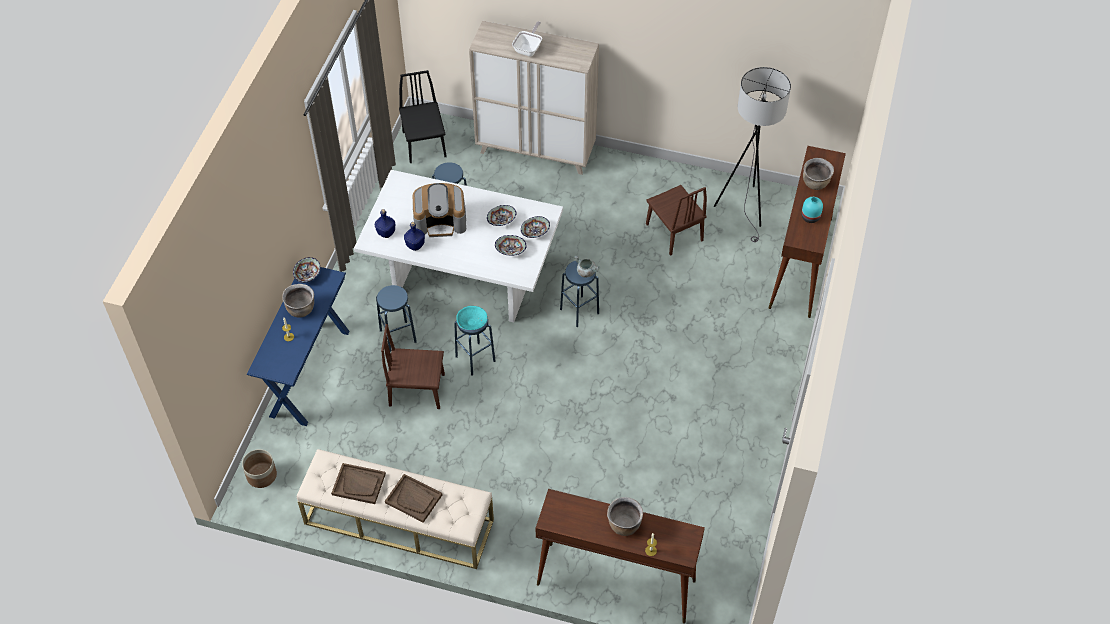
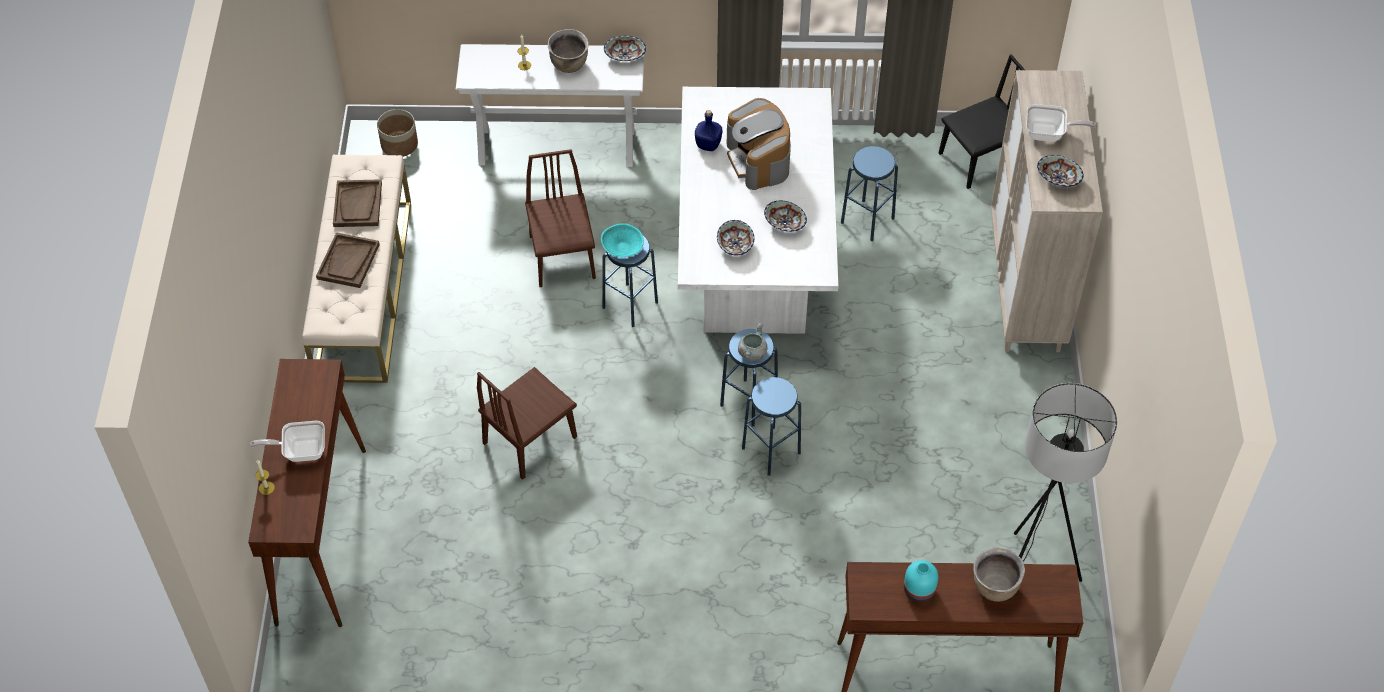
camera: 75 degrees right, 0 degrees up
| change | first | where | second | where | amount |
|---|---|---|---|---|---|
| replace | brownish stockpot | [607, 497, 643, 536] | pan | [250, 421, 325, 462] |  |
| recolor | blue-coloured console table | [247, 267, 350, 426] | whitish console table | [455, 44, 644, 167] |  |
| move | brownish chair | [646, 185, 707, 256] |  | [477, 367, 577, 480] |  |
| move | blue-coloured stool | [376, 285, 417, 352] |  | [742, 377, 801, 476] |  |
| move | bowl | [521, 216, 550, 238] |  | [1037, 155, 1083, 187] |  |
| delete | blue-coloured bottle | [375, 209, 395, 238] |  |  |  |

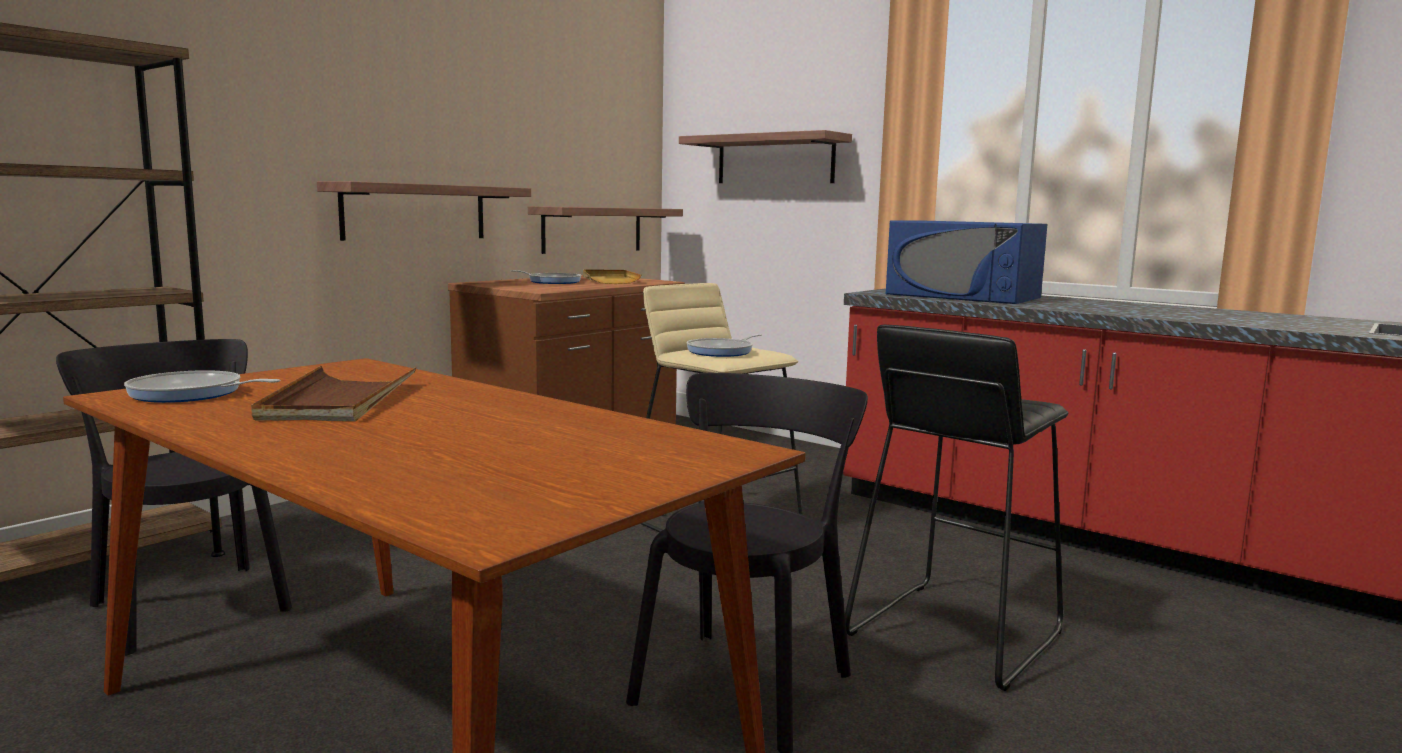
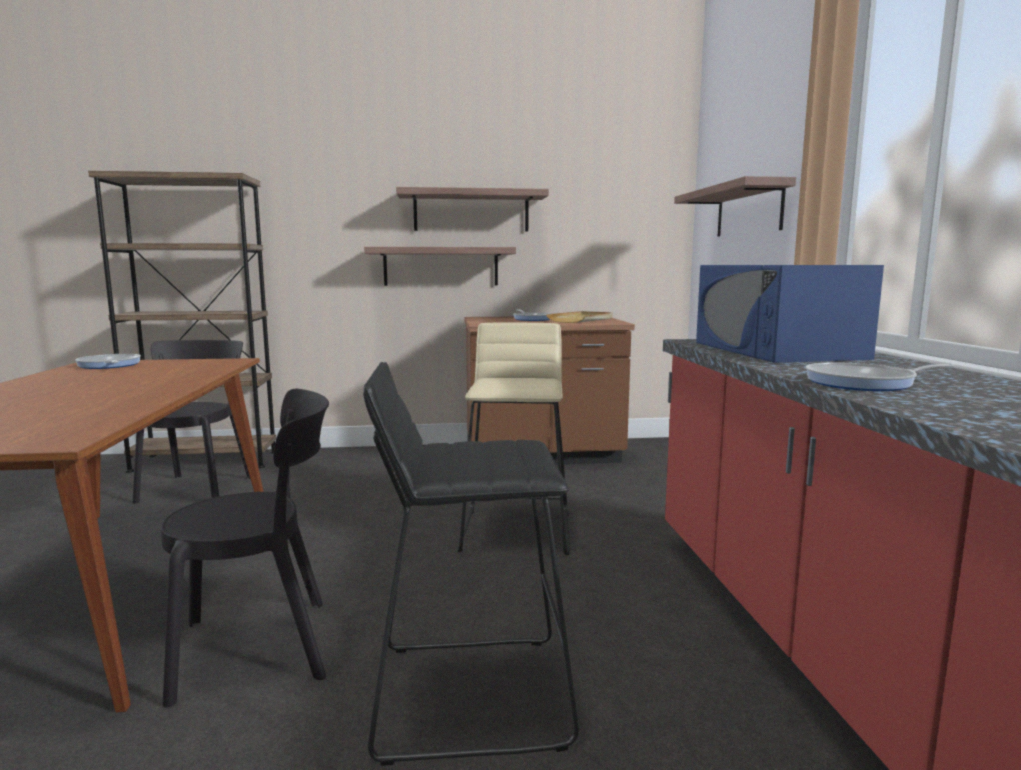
camera: 45 degrees right, 0 degrees up
| change | first | where | second | where | amount |
|---|---|---|---|---|---|
| move | bracket shelf | [528, 206, 683, 254] |  | [396, 187, 549, 232] |  |
| move | pan | [686, 334, 762, 357] |  | [806, 362, 955, 391] |  |
| delete | brownish serving tray | [251, 366, 417, 422] |  |  |  |

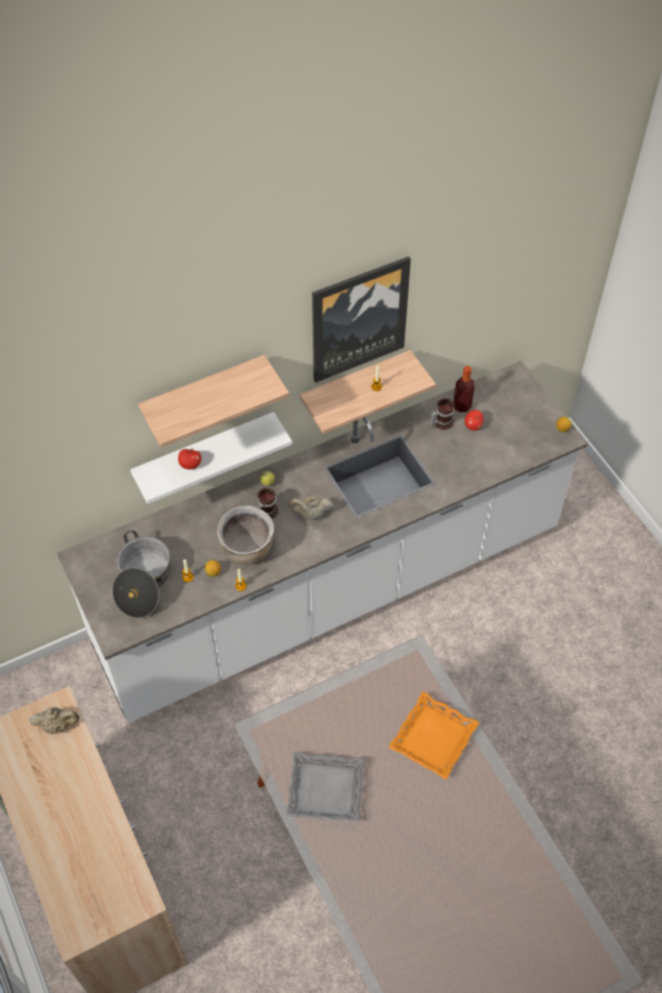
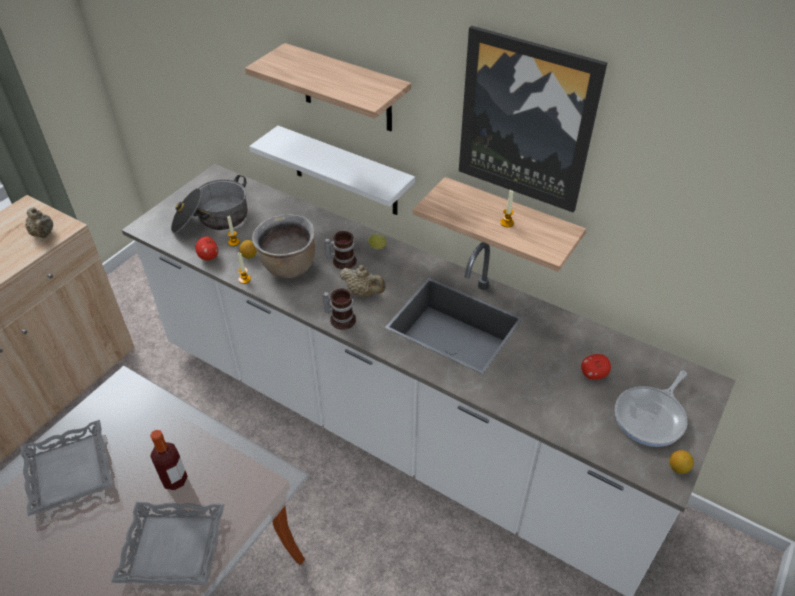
camera: 60 degrees right, 10 degrees down
| change | first | where | second | where | amount |
|---|---|---|---|---|---|
| recolor | orange serving tray | [389, 692, 480, 780] | gray serving tray | [111, 502, 224, 585] |  |
| move | bottle | [453, 366, 475, 413] |  | [150, 430, 188, 490] |  |
| move | whole apple | [178, 448, 202, 469] |  | [195, 236, 218, 261] |  |
| move | mug | [430, 398, 454, 430] |  | [323, 288, 356, 330] |  |
| rotate | beige teapot | [289, 497, 333, 520] |  | [340, 265, 386, 297] | 150 degrees clockwise |
| insert |  |  | pan | [615, 371, 687, 447] |  |

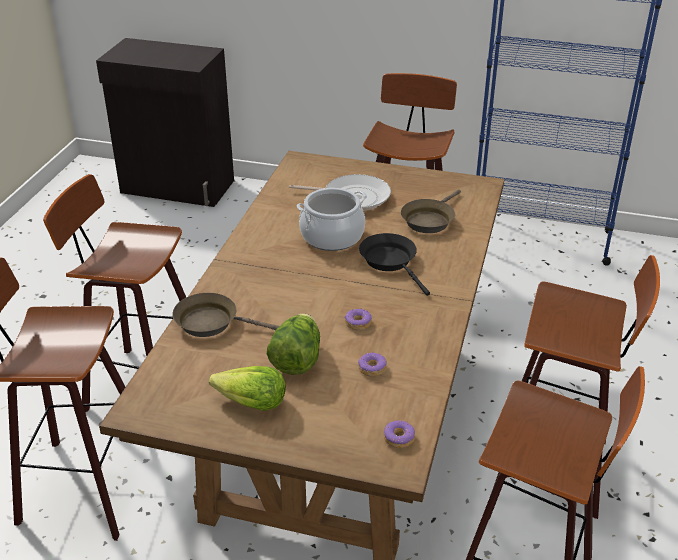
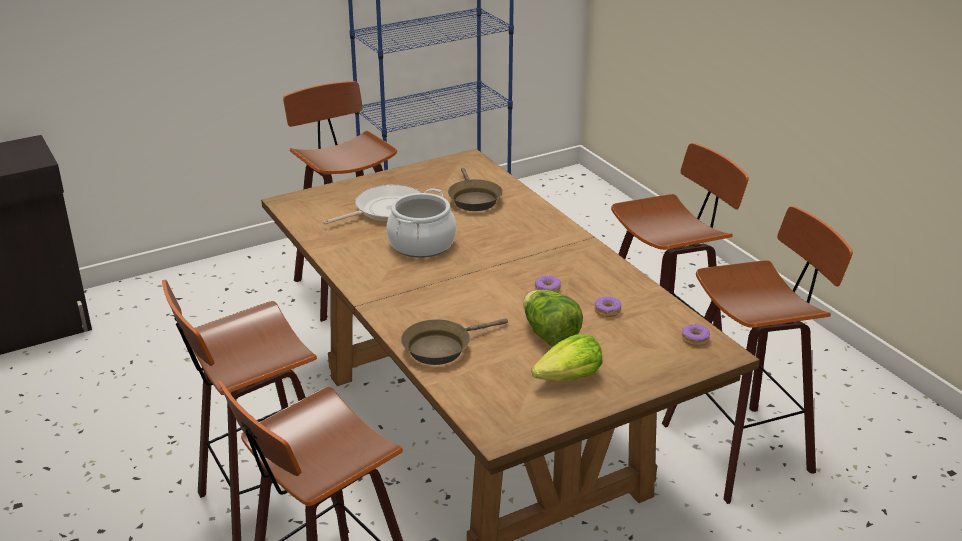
camera: 45 degrees left, 5 degrees down
| change | first | where | second | where | amount |
|---|---|---|---|---|---|
| delete | blackish pan | [359, 233, 430, 296] |  |  |  |

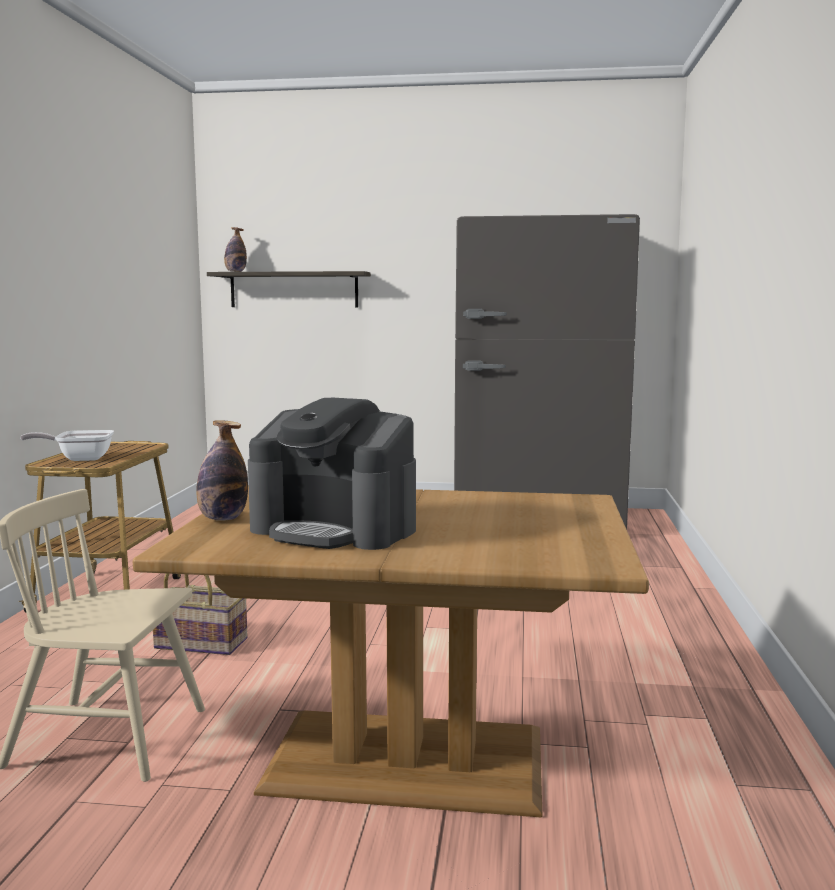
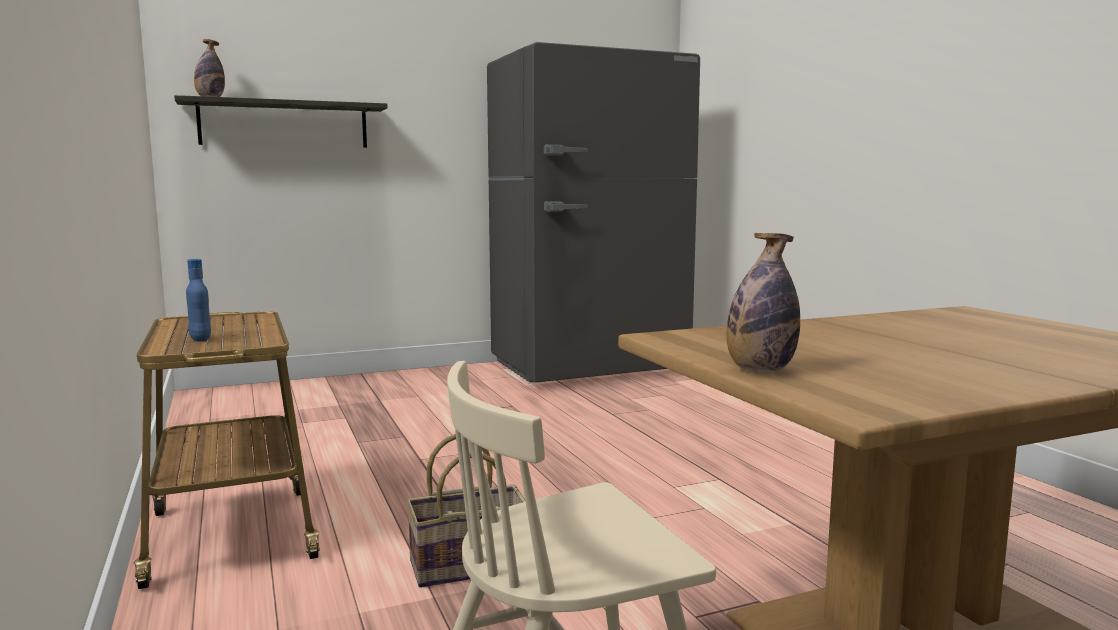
camera: 30 degrees left, 0 degrees up
| change | first | where | second | where | amount |
|---|---|---|---|---|---|
| replace | pan | [20, 430, 114, 461] | blue-coloured bottle | [186, 259, 211, 342] |  |
| delete | coffee machine | [248, 398, 416, 550] |  |  |  |

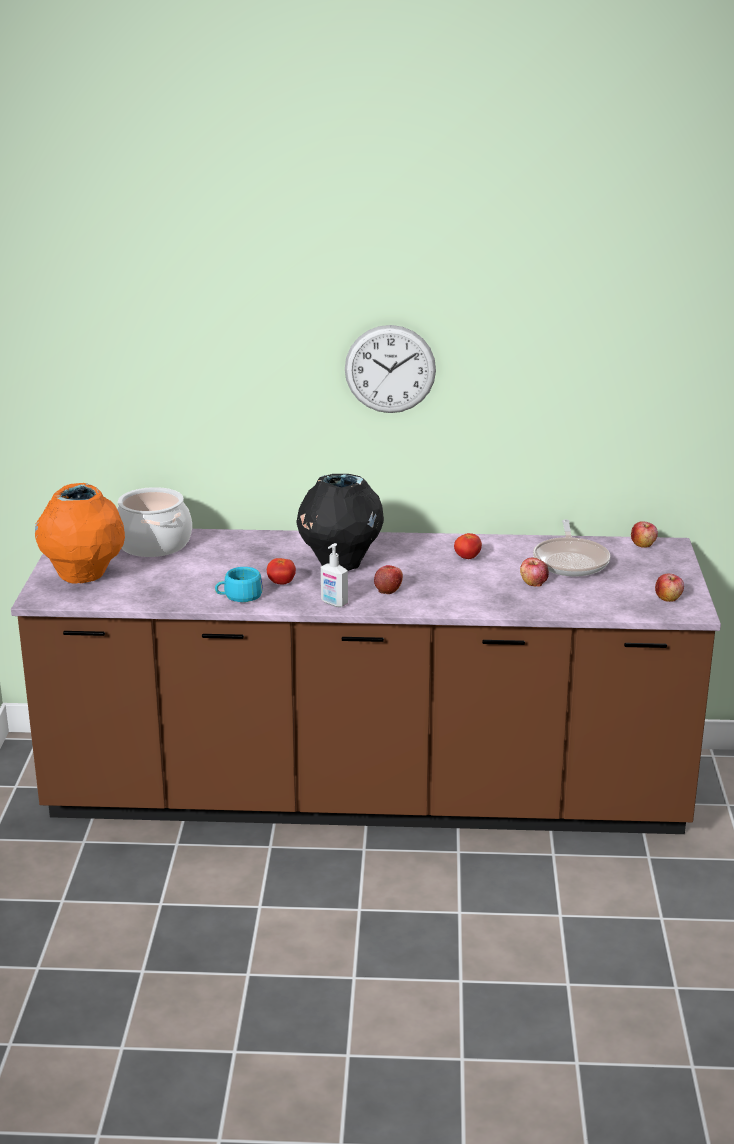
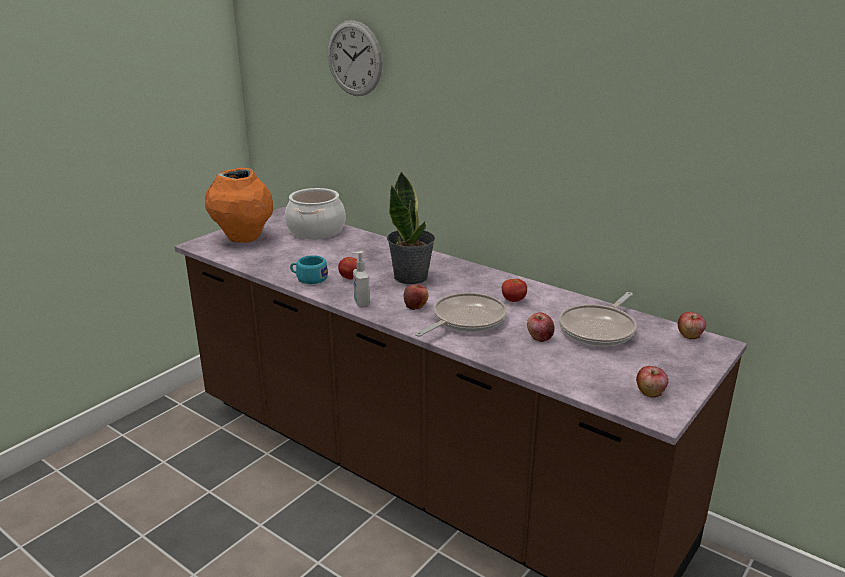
camera: 35 degrees right, 0 degrees up
| change | first | where | second | where | amount |
|---|---|---|---|---|---|
| move | hanging clock | [345, 325, 436, 413] |  | [328, 20, 383, 96] |  |
| replace | blackish decorative vase | [296, 474, 384, 571] | houseplant | [387, 171, 435, 284] |  |
| insert |  |  | pan | [415, 292, 507, 337] |  |

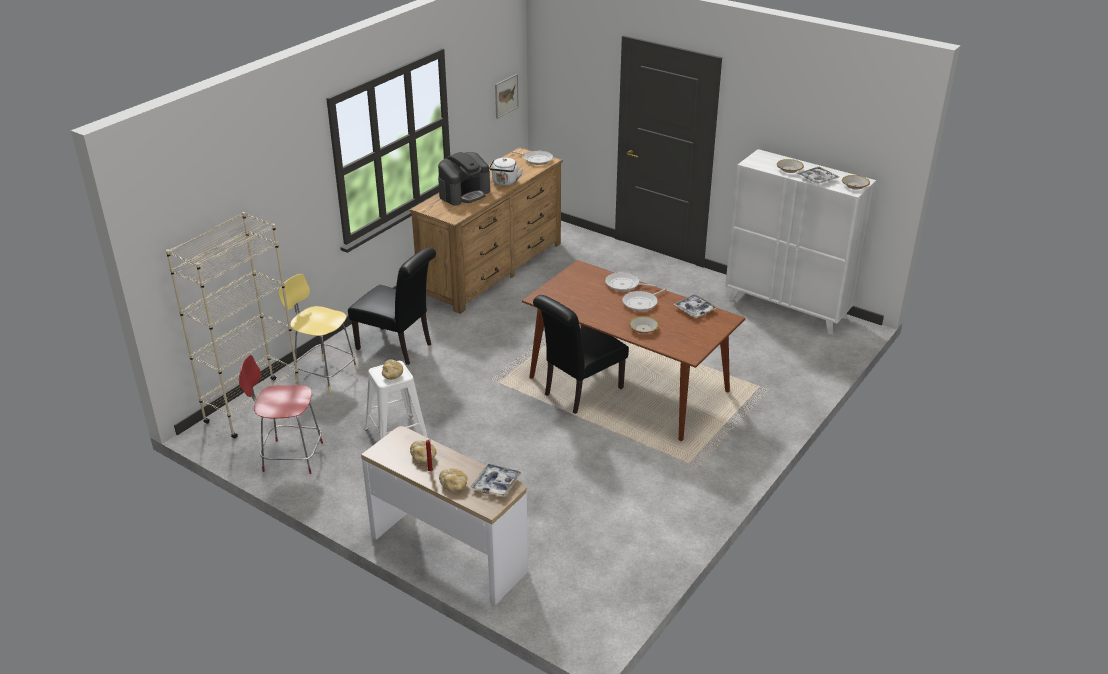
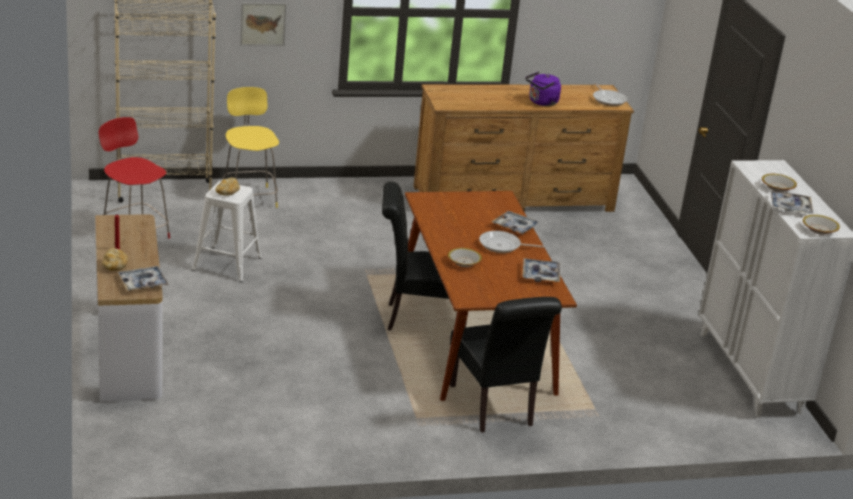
camera: 40 degrees right, 5 degrees down
| change | first | where | second | where | amount |
|---|---|---|---|---|---|
| move | picture | [495, 74, 519, 119] |  | [240, 3, 286, 46] |  |
| move | blackish chair | [348, 247, 436, 365] |  | [450, 297, 562, 433] |  |
| replace | pan | [605, 272, 658, 291] | serving tray | [491, 211, 540, 234] |  |
| recolor | whitish water kettle | [489, 158, 523, 186] | purplish water kettle | [526, 72, 561, 106] |  |
| delete | bakery bread | [410, 441, 437, 463] |  |  |  |
| delete | coffee machine | [438, 152, 490, 206] |  |  |  |

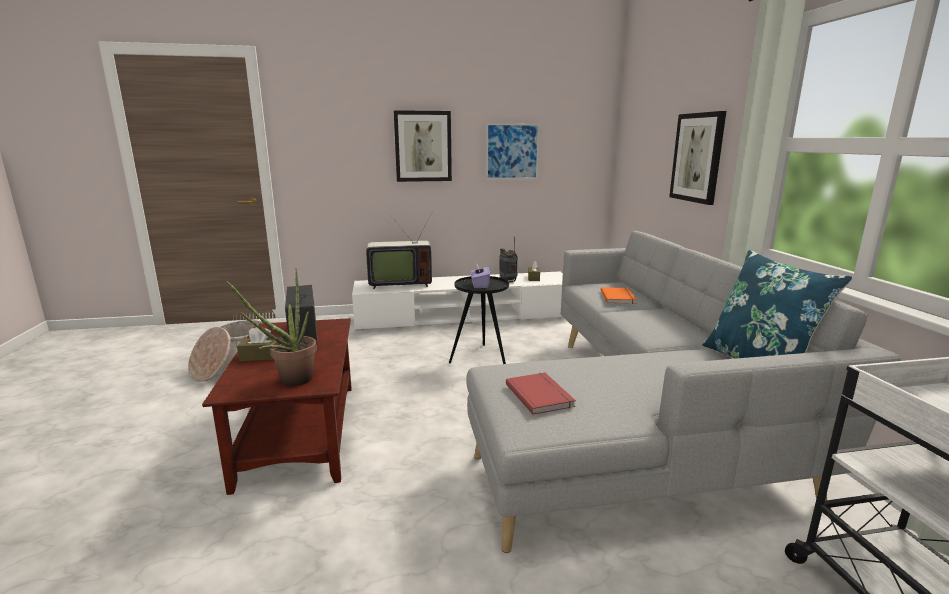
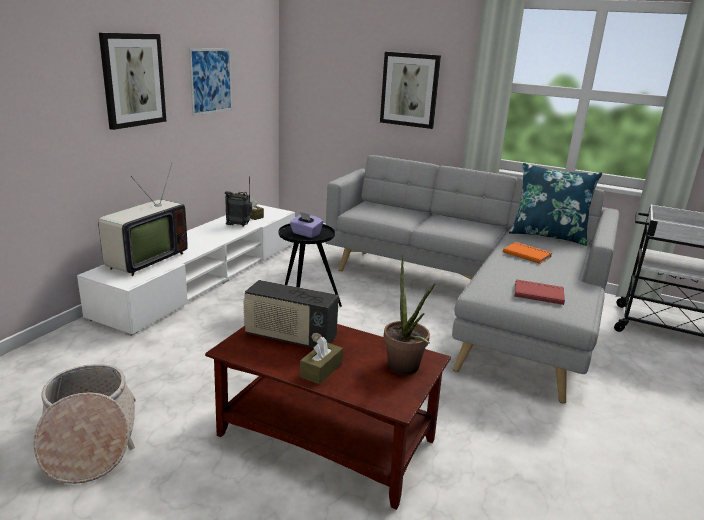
camera: 55 degrees left, 5 degrees up
| change | first | where | second | where | amount |
|---|---|---|---|---|---|
| move | orange book | [601, 287, 637, 304] |  | [503, 242, 552, 264] |  |

